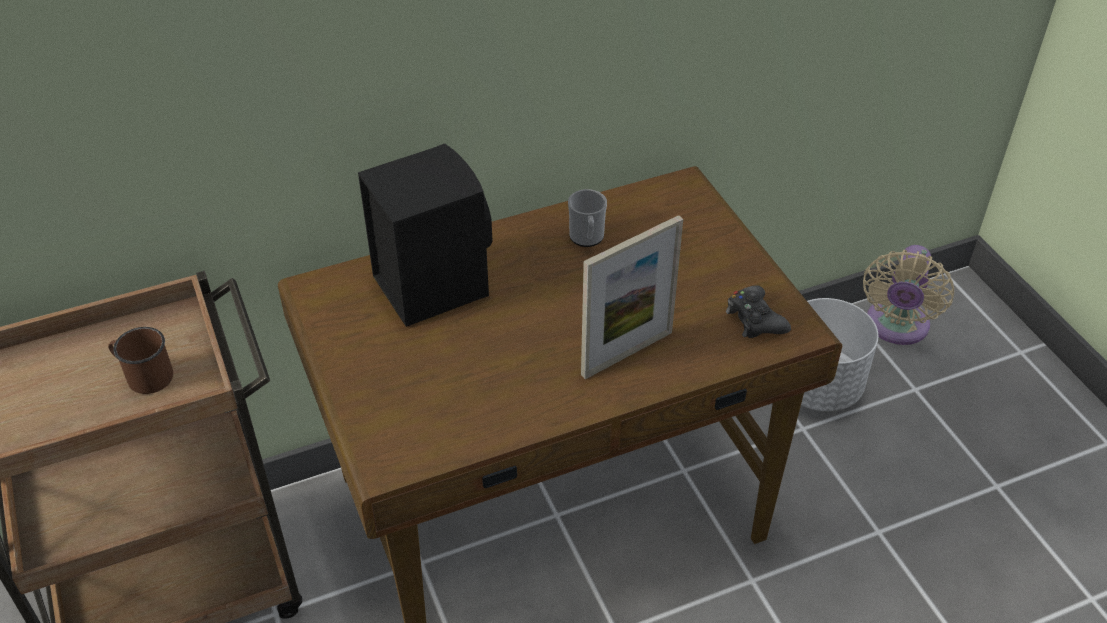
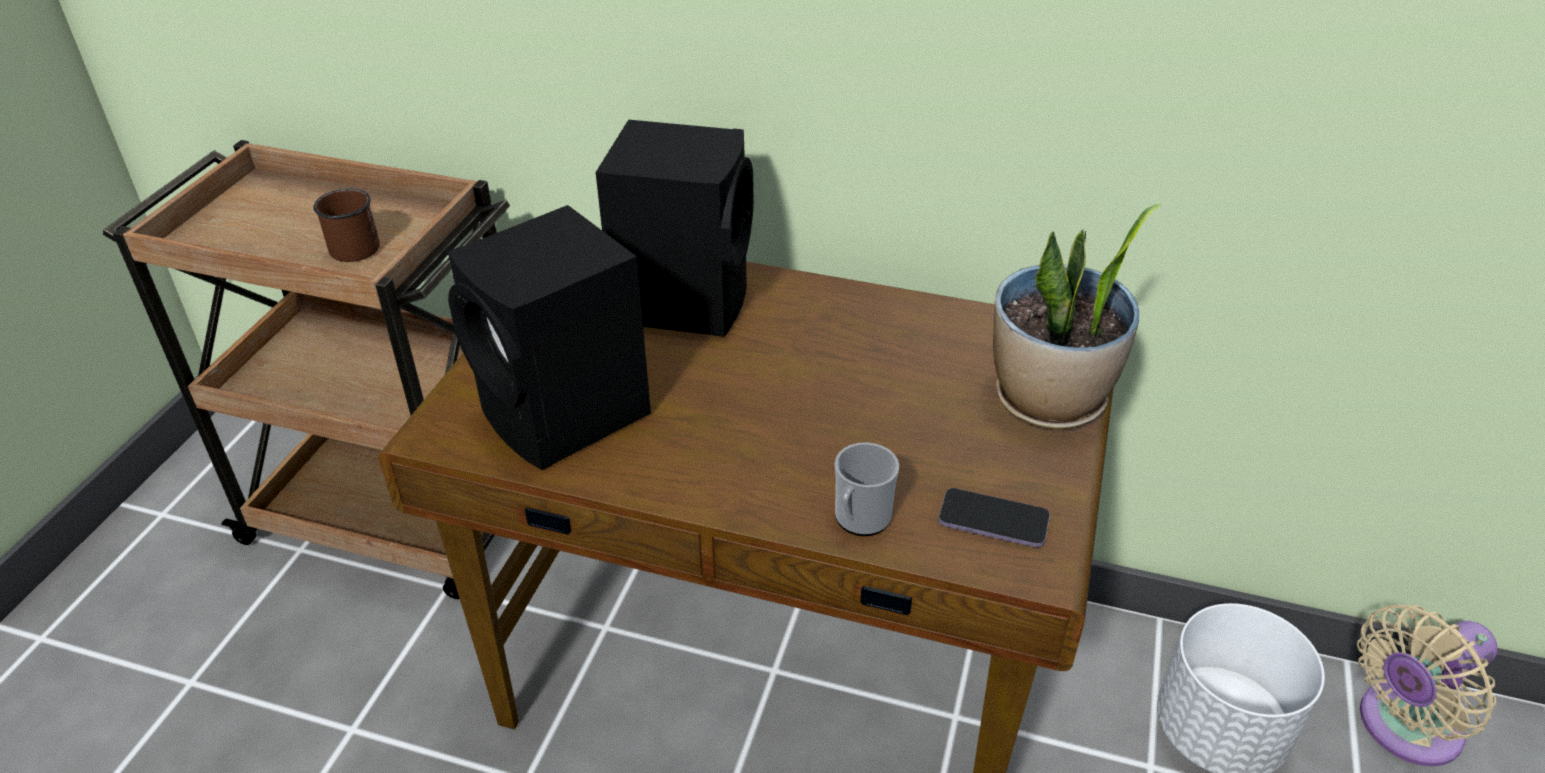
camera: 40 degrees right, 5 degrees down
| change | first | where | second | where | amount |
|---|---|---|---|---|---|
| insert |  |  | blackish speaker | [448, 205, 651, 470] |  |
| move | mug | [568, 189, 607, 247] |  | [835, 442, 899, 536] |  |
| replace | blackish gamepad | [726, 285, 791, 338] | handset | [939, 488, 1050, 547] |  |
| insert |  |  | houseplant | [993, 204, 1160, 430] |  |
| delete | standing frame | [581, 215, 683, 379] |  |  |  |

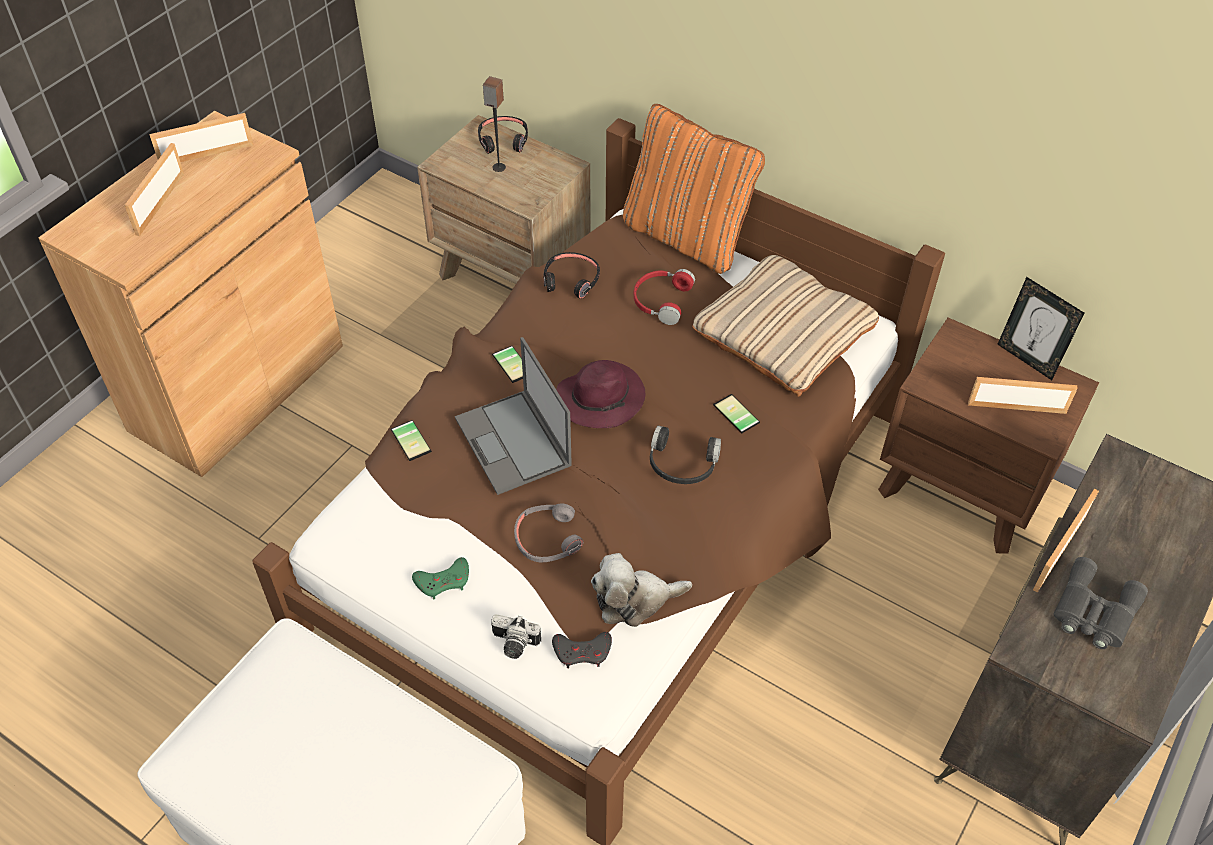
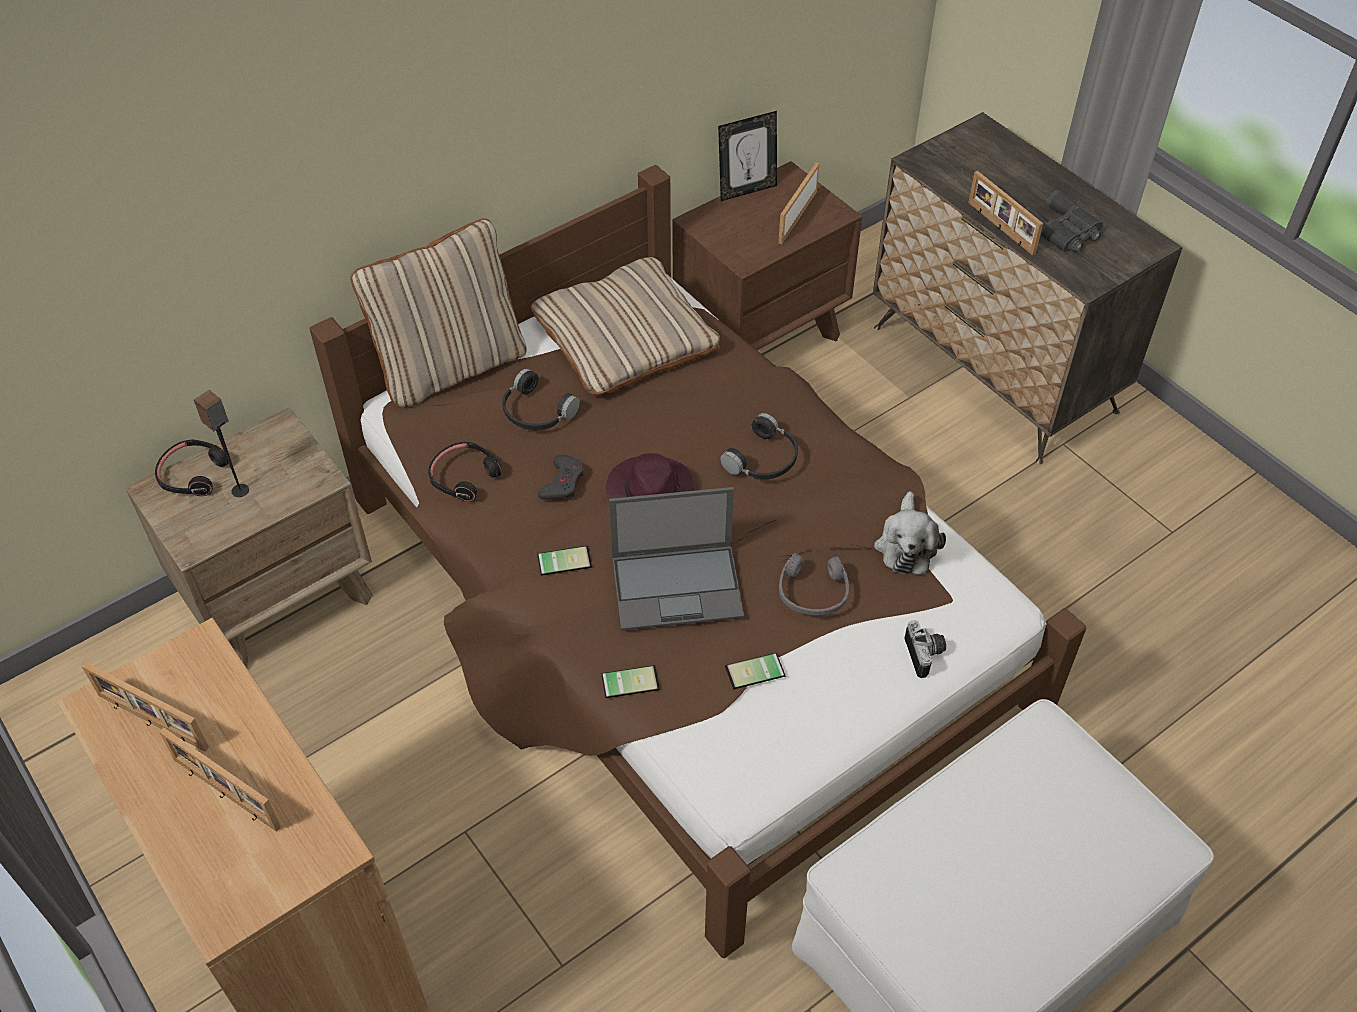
camera: 70 degrees left, 0 degrees up
| change | first | where | second | where | amount |
|---|---|---|---|---|---|
| rotate | standing frame | [149, 113, 253, 162] |  | [82, 662, 209, 752] | 60 degrees counterclockwise |
| recolor | orange pillow | [623, 104, 765, 274] | beige pillow | [350, 218, 527, 407] |  |
| recolor | red headset | [634, 269, 695, 325] | blackish headset | [502, 368, 580, 430] |  |
| move | gray gamepad | [552, 632, 612, 668] |  | [538, 455, 584, 500] |  |
| move | handset | [713, 394, 760, 433] |  | [725, 653, 785, 689] |  |
| rotate | photo camera | [491, 614, 541, 659] |  | [904, 620, 946, 678] | 45 degrees counterclockwise |
| delete | greenish gamepad | [412, 557, 469, 600] |  |  |  |

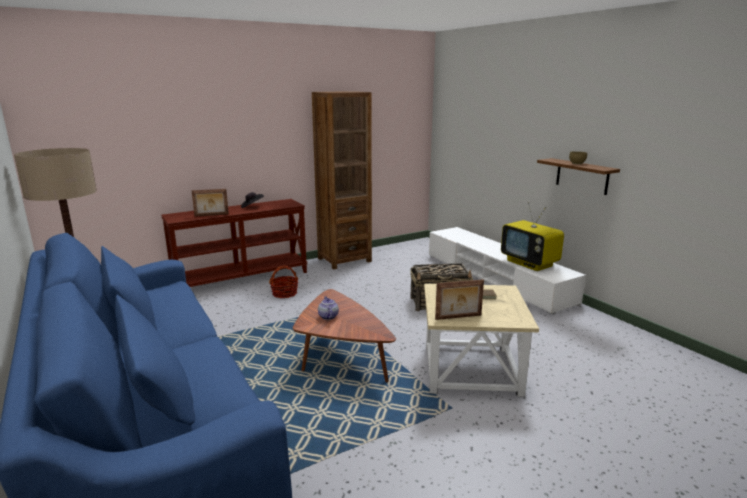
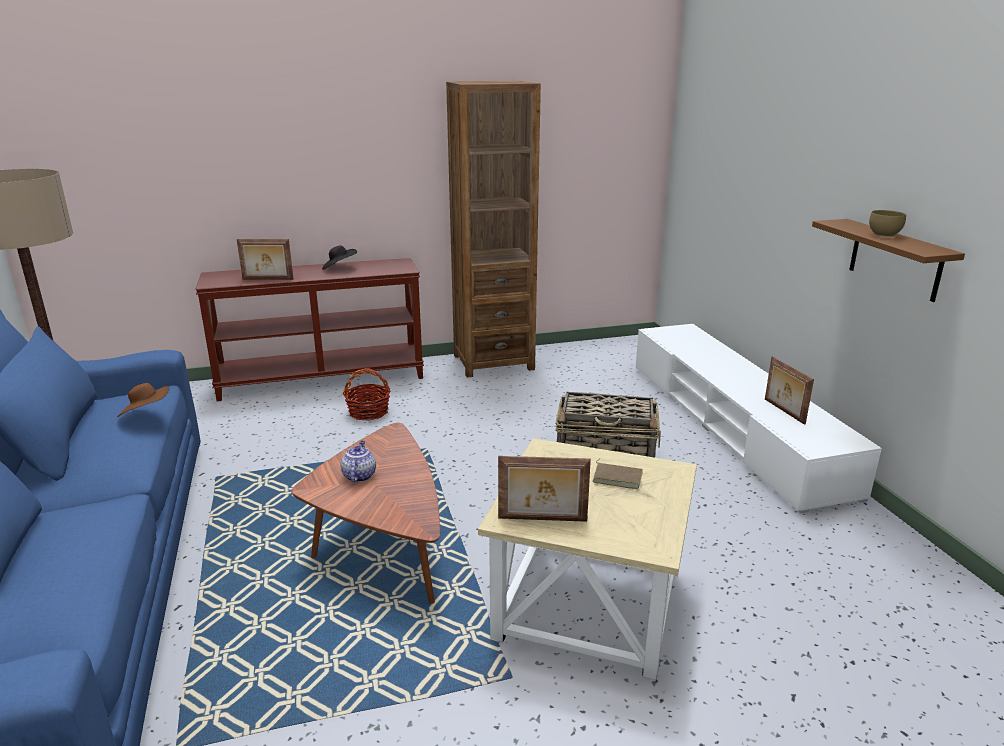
camera: 15 degrees right, 5 degrees up
| change | first | where | second | where | amount |
|---|---|---|---|---|---|
| insert |  |  | brownish hat | [117, 383, 169, 417] |  |
| replace | TV set | [501, 202, 564, 271] | standing frame | [765, 356, 814, 425] |  |

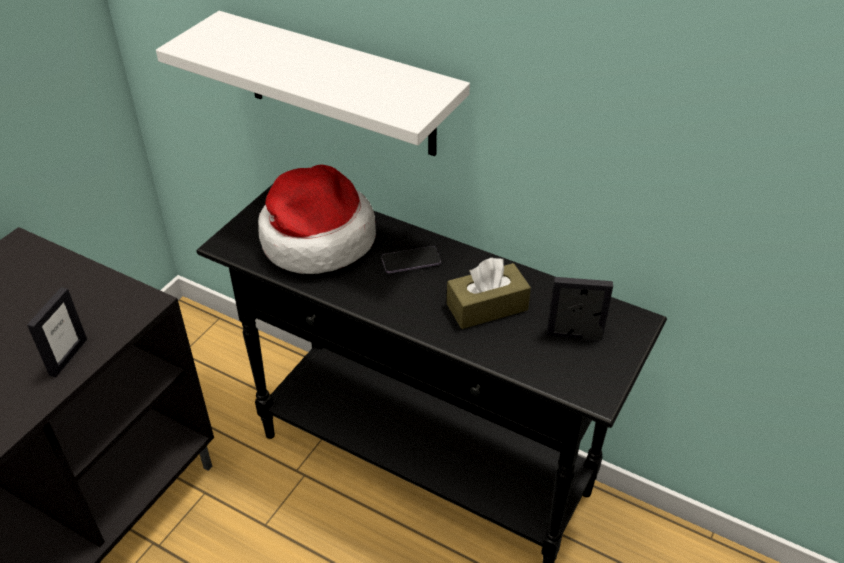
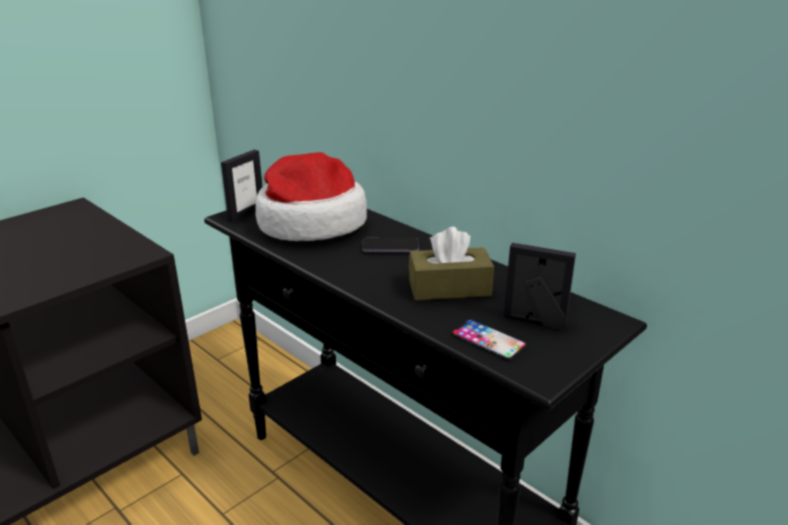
camera: 15 degrees right, 15 degrees down
| change | first | where | second | where | amount |
|---|---|---|---|---|---|
| move | standing frame | [27, 287, 87, 377] |  | [221, 150, 262, 222] |  |
| insert |  |  | handset | [451, 319, 527, 360] |  |
| delete | whitish bracket shelf | [156, 11, 470, 156] |  |  |  |

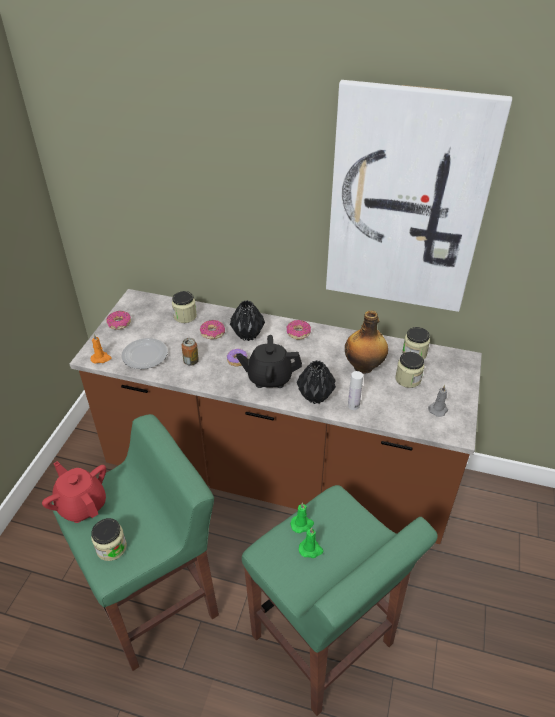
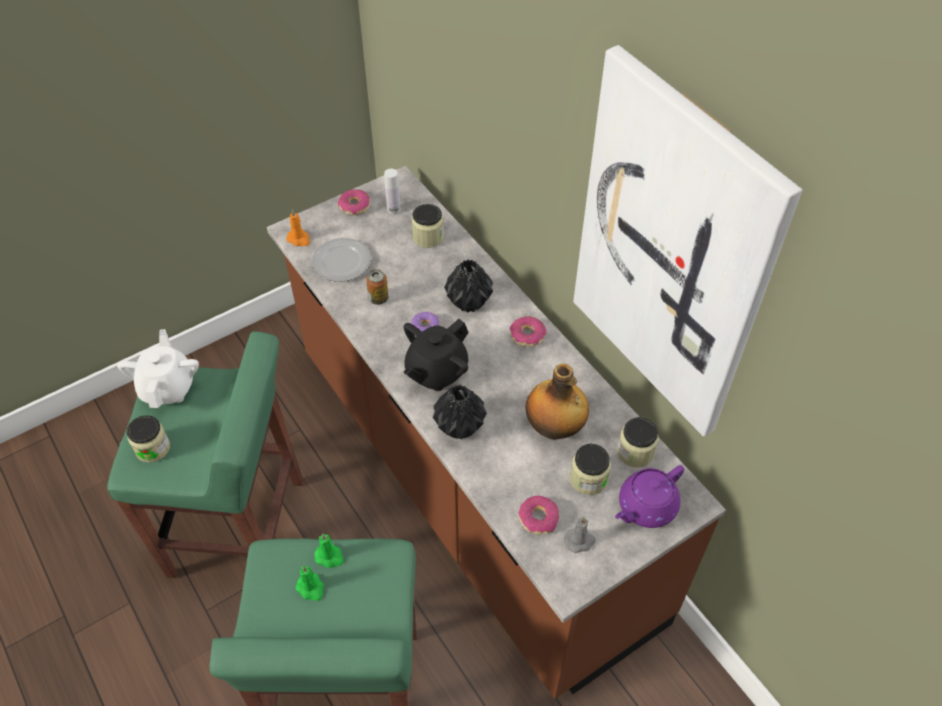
camera: 40 degrees right, 10 degrees up
| change | first | where | second | where | amount |
|---|---|---|---|---|---|
| recolor | red teapot | [42, 461, 106, 523] | whitish teapot | [117, 329, 199, 408] |  |
| move | whitish bottle | [348, 371, 363, 410] |  | [384, 169, 401, 215] |  |
| rotate | blackish teapot | [236, 335, 302, 388] |  | [404, 319, 469, 391] | 90 degrees counterclockwise |
| move | donut | [200, 320, 225, 339] |  | [519, 496, 559, 535] |  |
| insert |  |  | purplish teapot | [615, 465, 684, 528] |  |

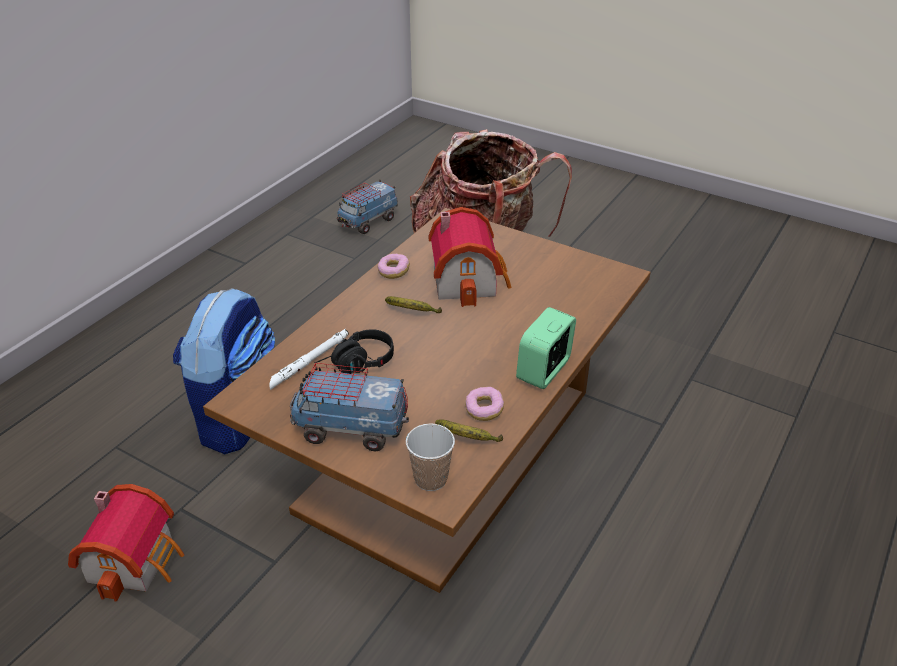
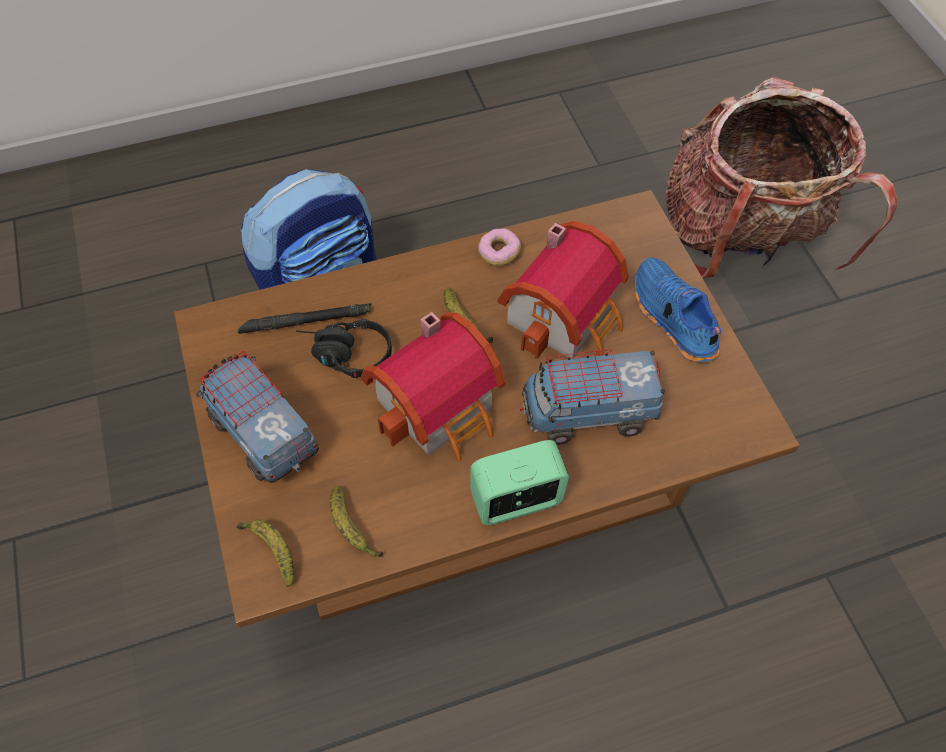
camera: 40 degrees right, 20 degrees up
| change | first | where | second | where | amount |
|---|---|---|---|---|---|
| replace | drinking cup | [406, 424, 455, 491] | whole banana | [236, 519, 295, 587] |  |
| recolor | whitish flashlight | [269, 329, 349, 390] | blackish flashlight | [238, 303, 371, 334] |  |
| move | model house | [68, 484, 184, 602] |  | [361, 312, 505, 462] |  |
| move | model truck | [337, 180, 398, 234] |  | [520, 349, 665, 445] |  |
| insert |  |  | blue-coloured shoe | [635, 257, 721, 363] |  |
| delete | donut | [465, 387, 504, 421] |  |  |  |

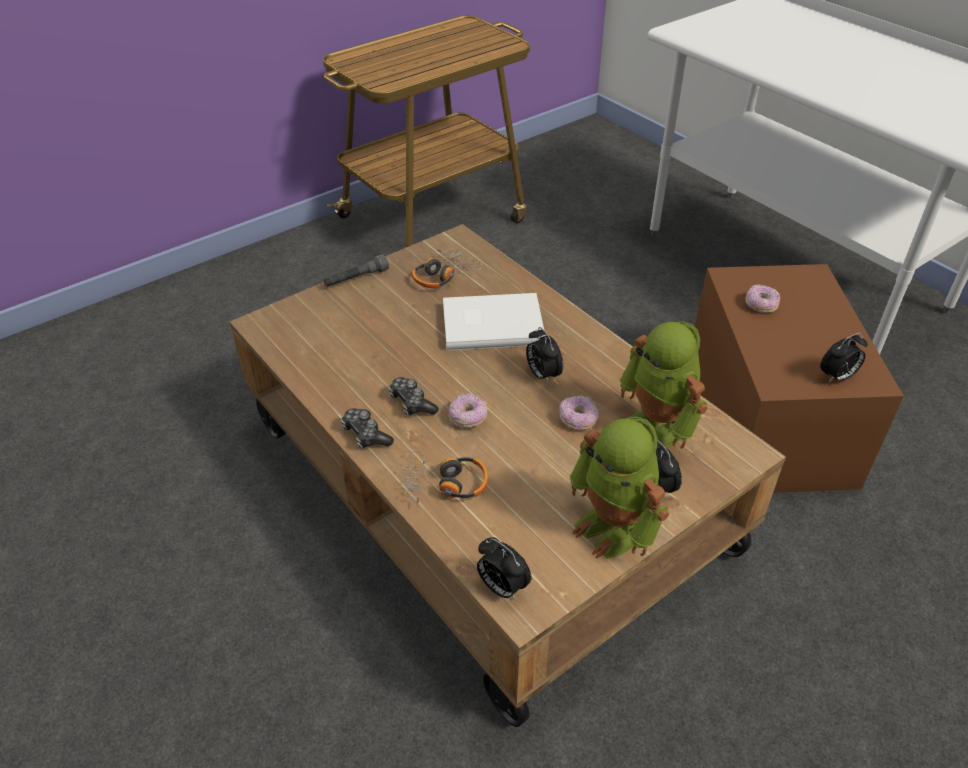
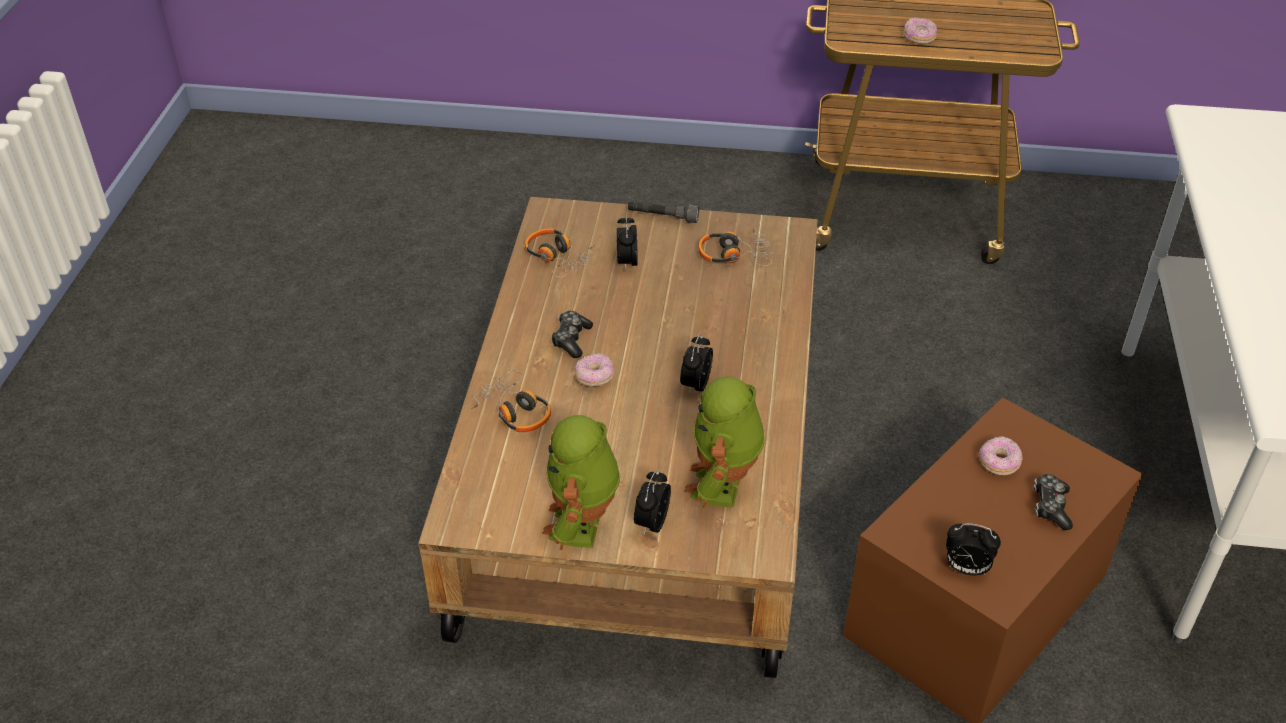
camera: 45 degrees right, 0 degrees up
| change | first | where | second | where | amount |
|---|---|---|---|---|---|
| insert |  |  | headset | [525, 228, 595, 278] |  |
| move | alarm clock | [477, 537, 531, 600] |  | [617, 216, 637, 271] |  |
| move | donut | [559, 395, 599, 430] |  | [903, 18, 937, 44] |  |
| move | gamepad | [341, 408, 394, 449] |  | [1034, 474, 1073, 530] |  |
| delete | whitish book | [443, 293, 545, 351] |  |  |  |

